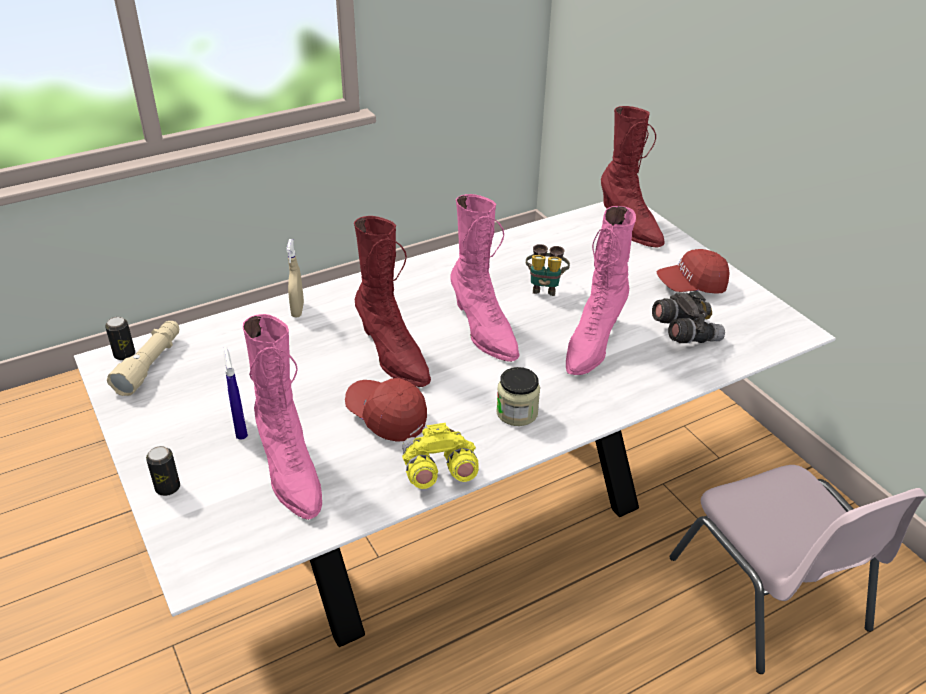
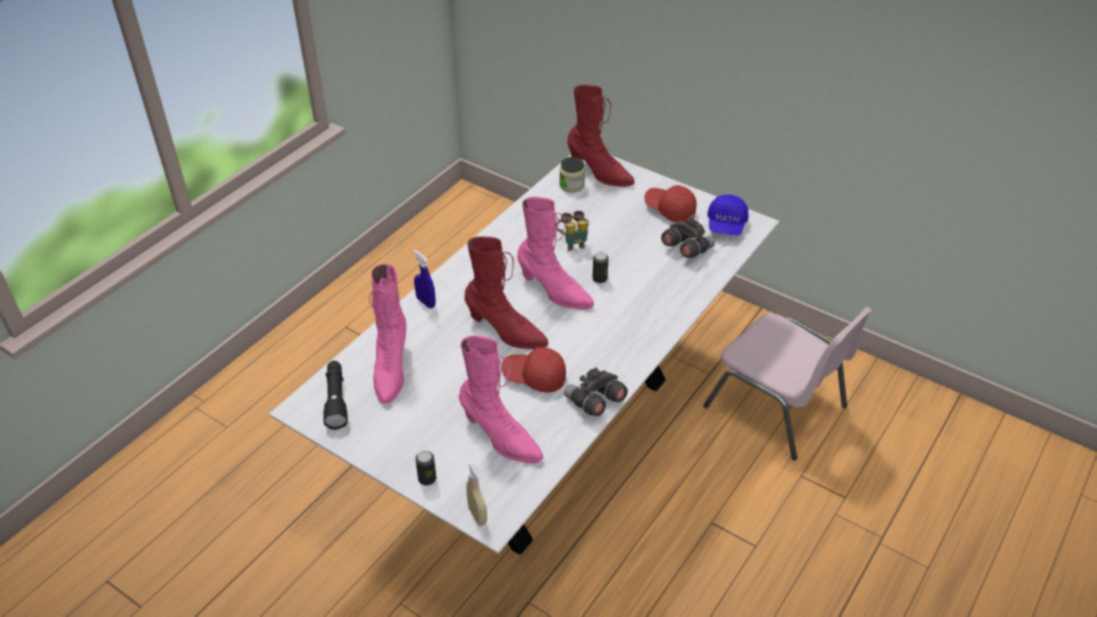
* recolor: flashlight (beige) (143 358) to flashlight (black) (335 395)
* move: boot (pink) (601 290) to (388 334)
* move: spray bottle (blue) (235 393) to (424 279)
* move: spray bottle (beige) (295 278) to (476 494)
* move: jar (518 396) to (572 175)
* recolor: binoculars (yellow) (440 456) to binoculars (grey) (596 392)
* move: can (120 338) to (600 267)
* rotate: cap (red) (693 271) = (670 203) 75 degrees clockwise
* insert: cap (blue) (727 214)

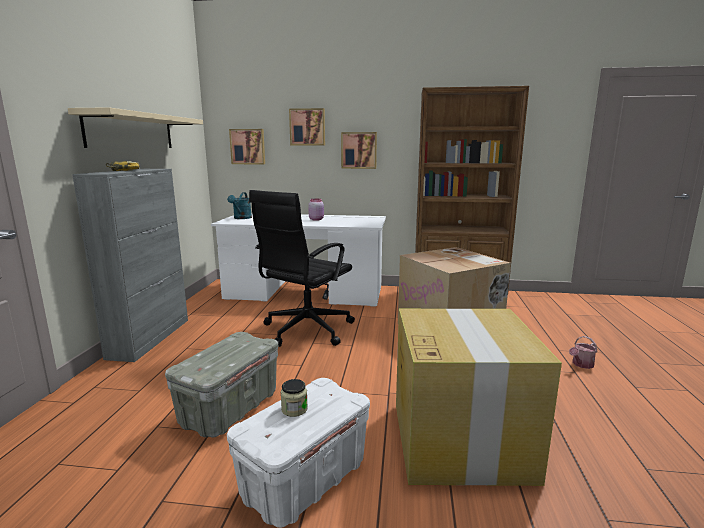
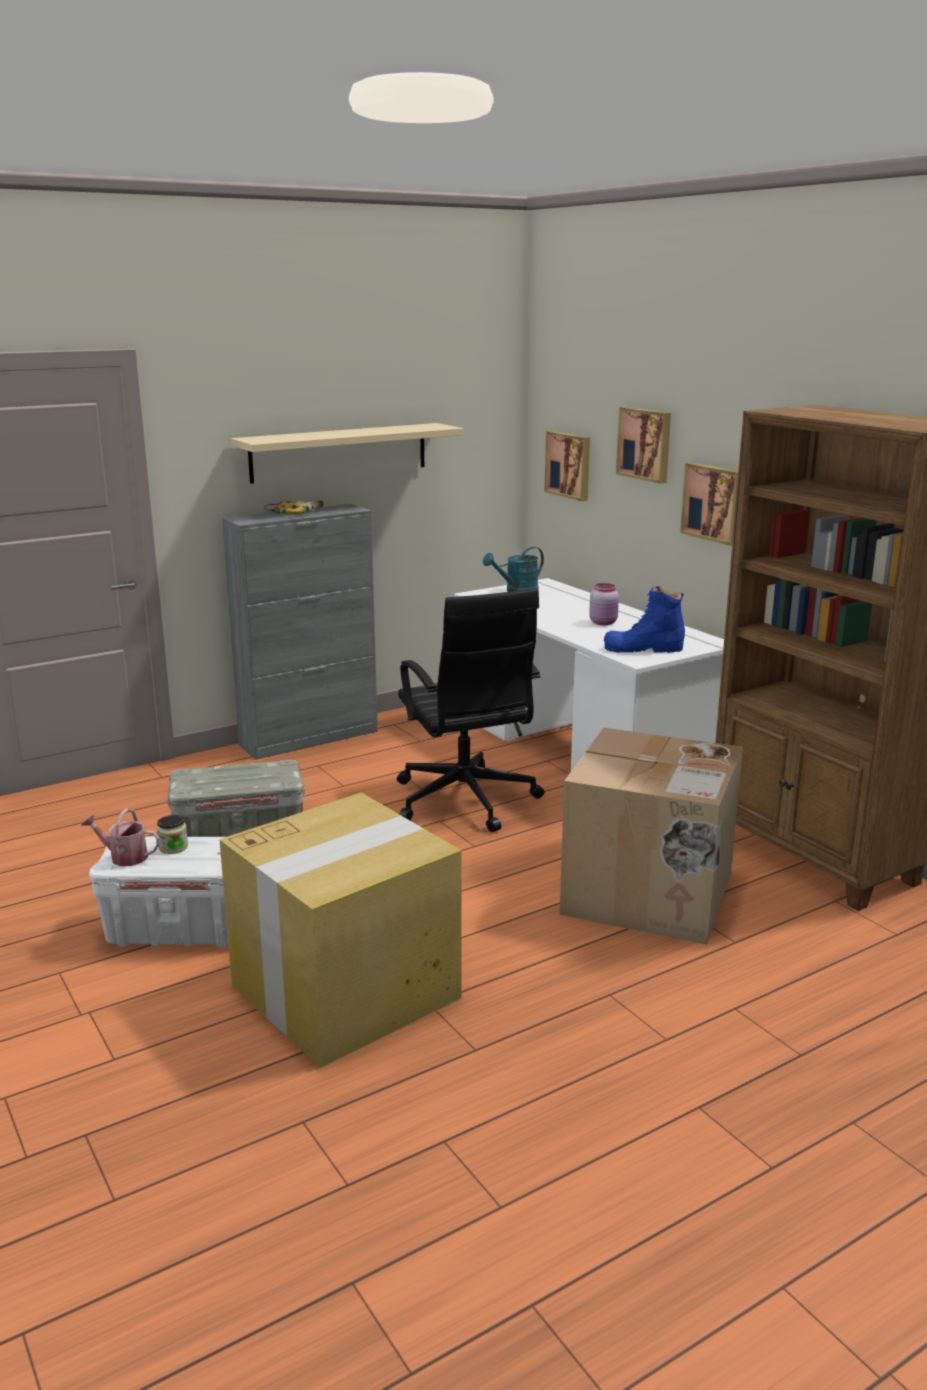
* move: watering can (583 352) to (120 837)
* rotate: office chair (black) (302 268) = (471 710) 105 degrees counterclockwise
* insert: boot (blue) (644 619)

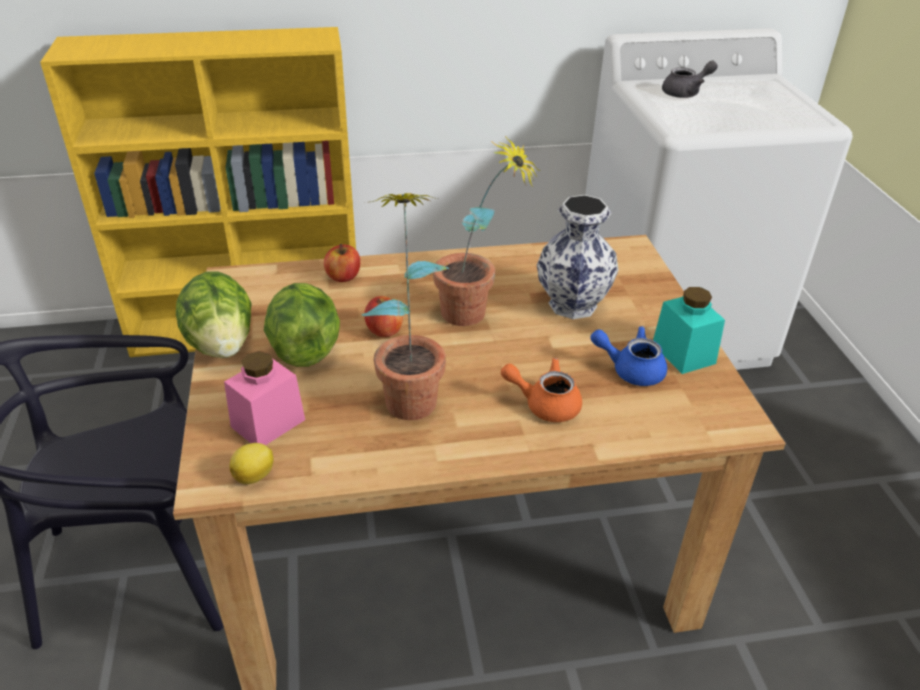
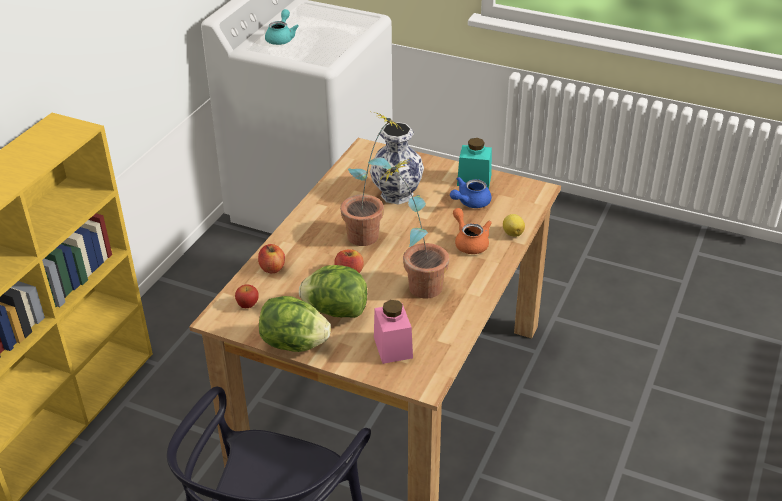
* insert: apple (247 296)
* recolor: teapot (grey) (690 79) to teapot (turquoise) (282 27)
* rotate: teapot (orange) (541 390) = (472 231) 105 degrees clockwise
* move: lemon (251 463) to (514 225)

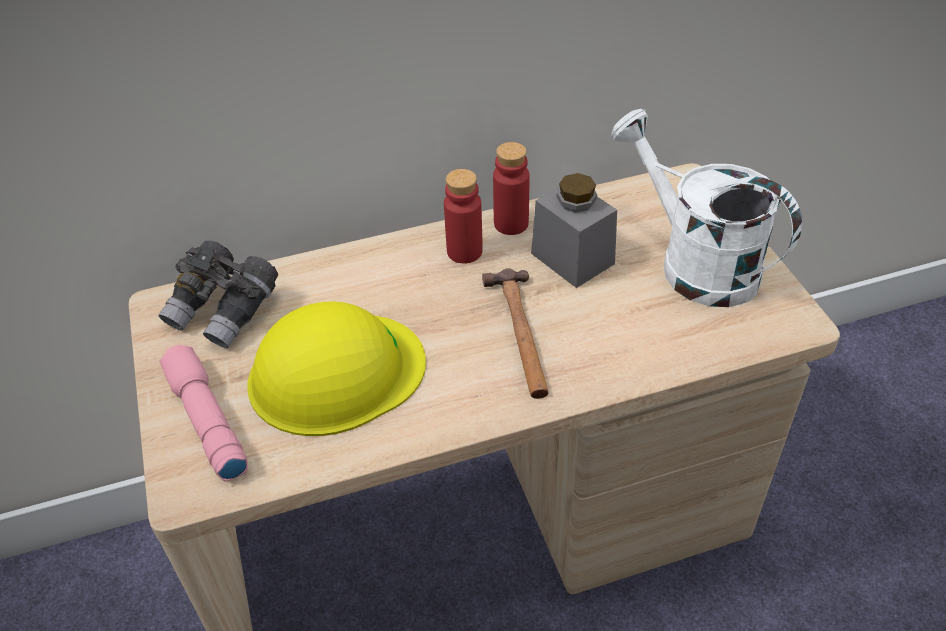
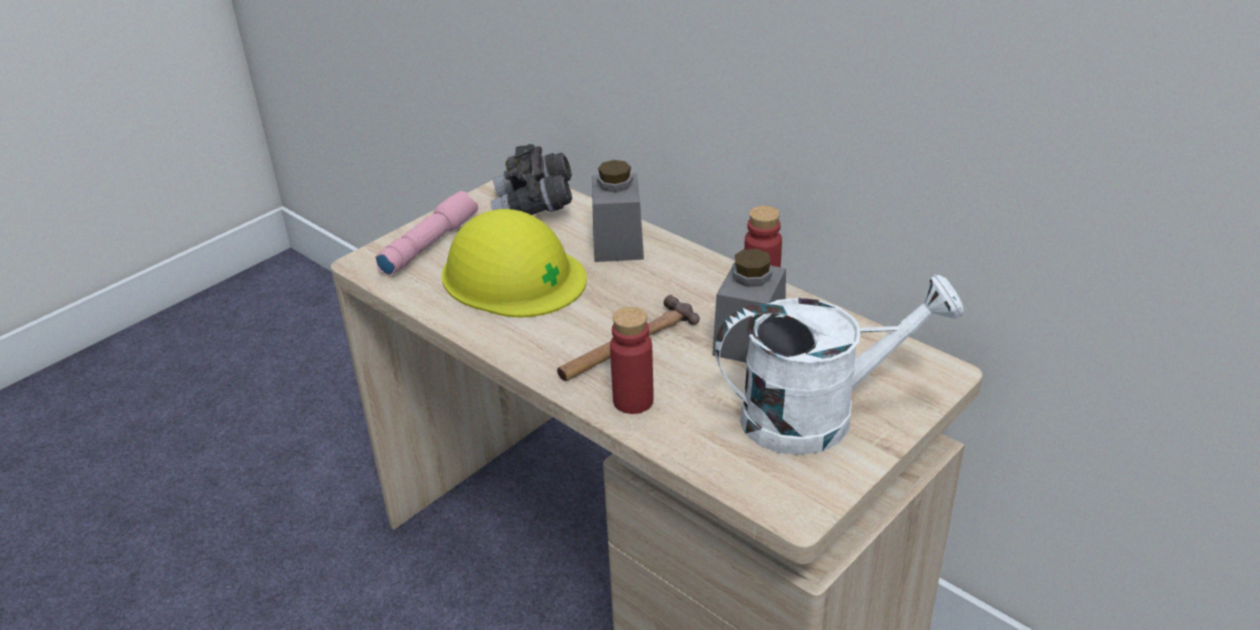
* insert: jar (grey) (618 211)
* move: bottle (red) (463 216) to (632 360)
* rotate: watering can (white) (706 208) = (839 365) 60 degrees clockwise

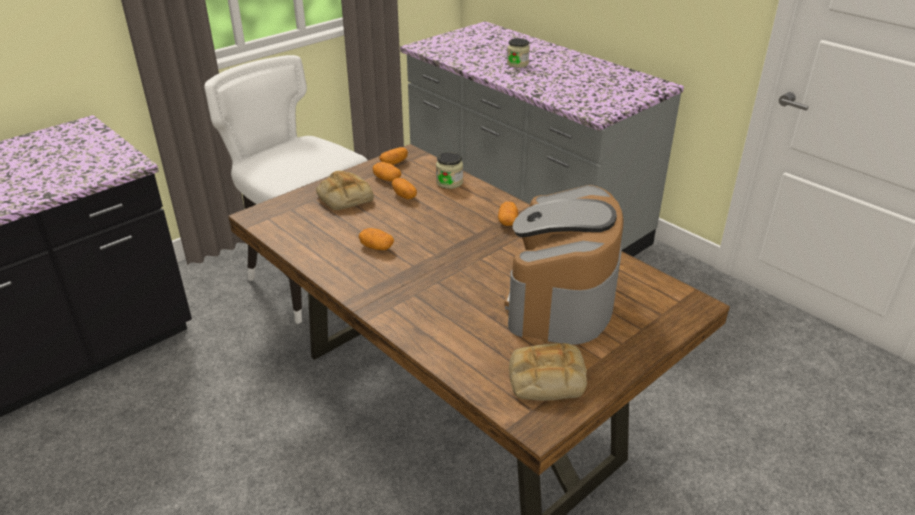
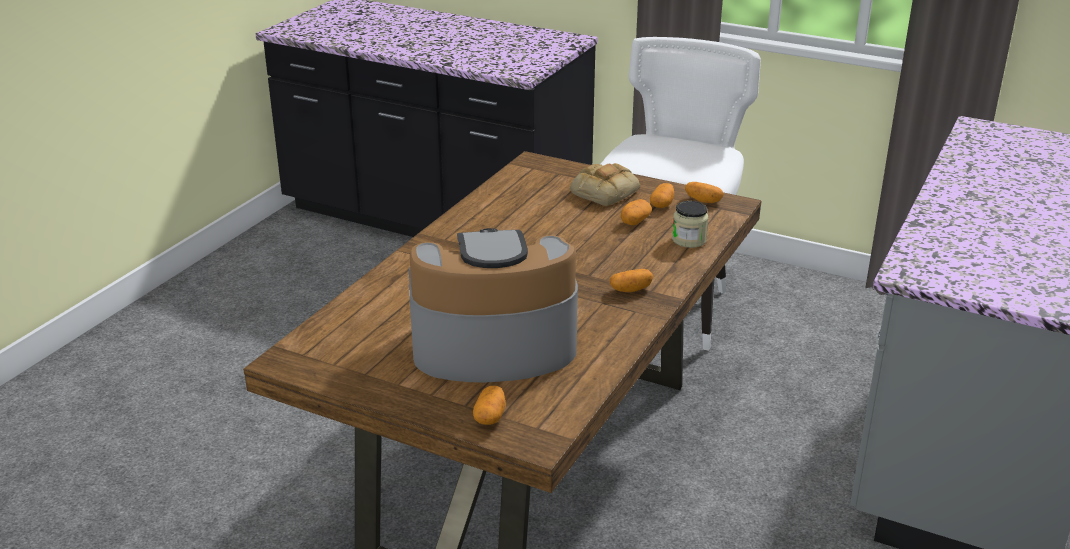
* move: potato (376 239) to (489 405)
* delete: jar (518 53)
* delete: bread (548 372)

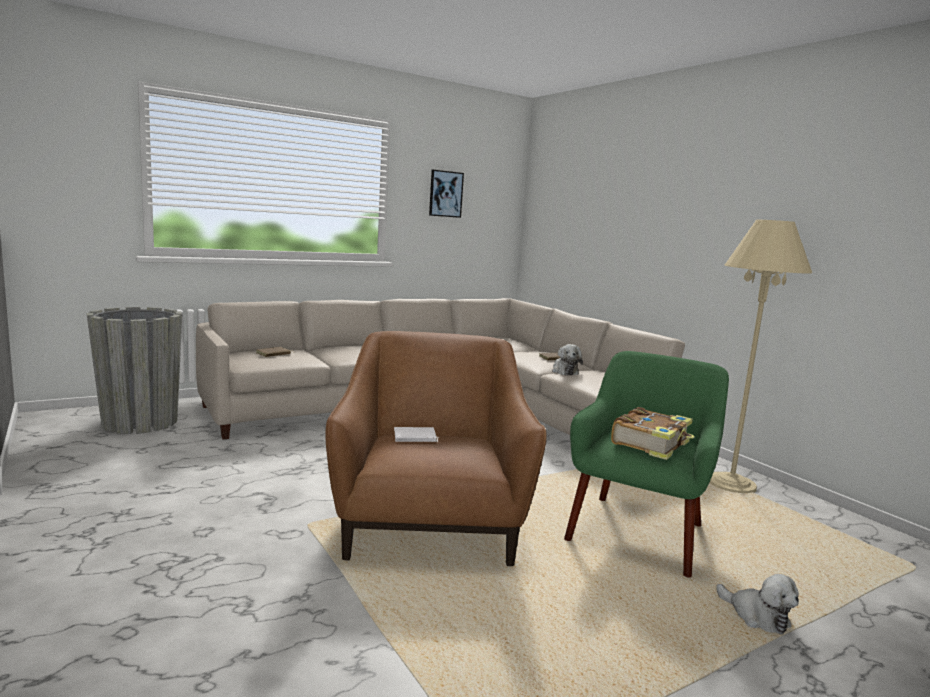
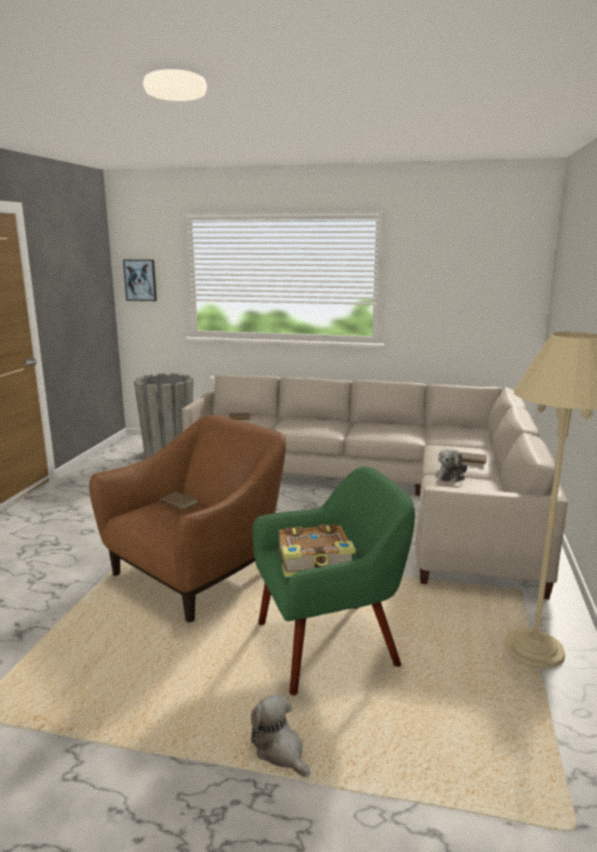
* move: picture (446 194) to (140 280)
* recolor: book (white) (416 434) to book (brown) (178 501)
* rotate: plush toy (757 604) = (280 735) 135 degrees clockwise

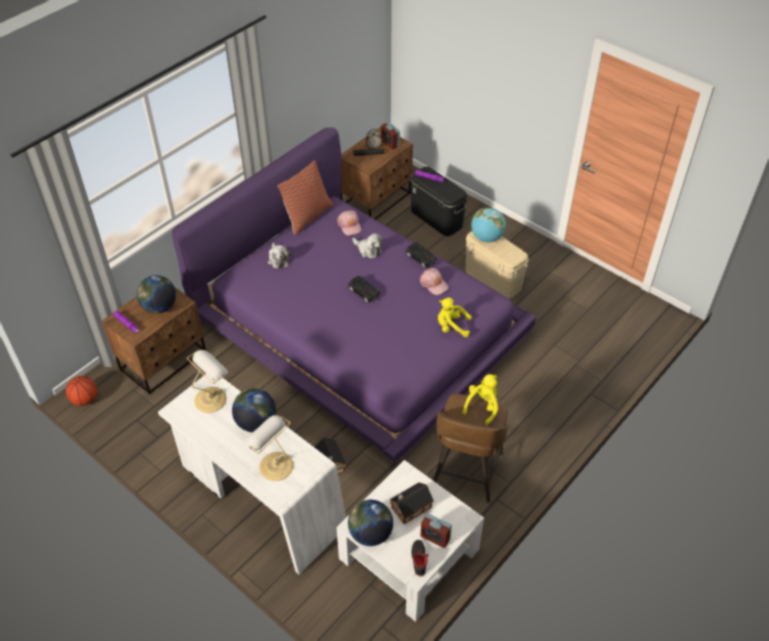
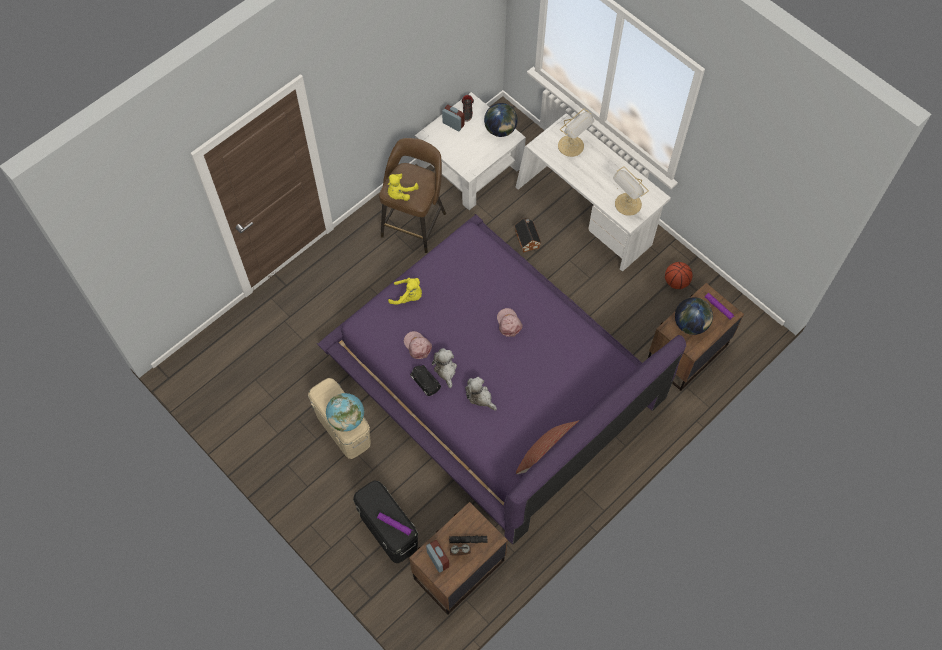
* move: plush toy (279 256) to (444 368)
* move: cap (pink) (349 222) to (510 322)
* move: basketball (81 391) to (679 275)
* delete: globe (254 410)
* delete: toy car (black) (364 289)
* delete: toy house (412 503)

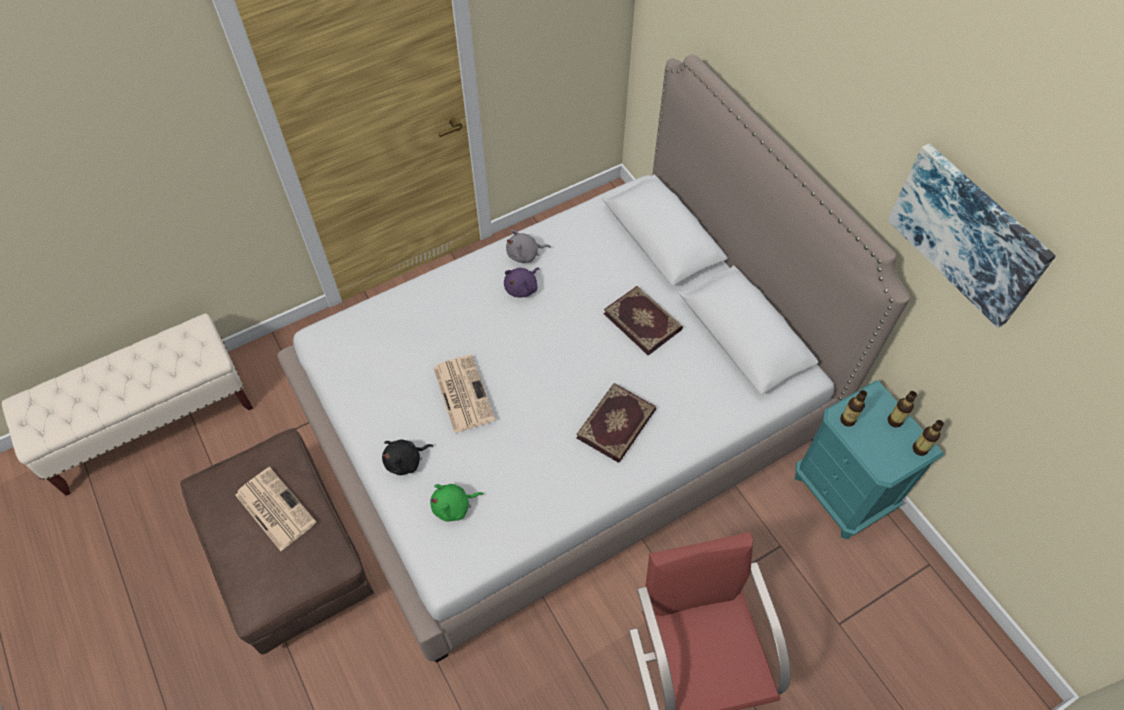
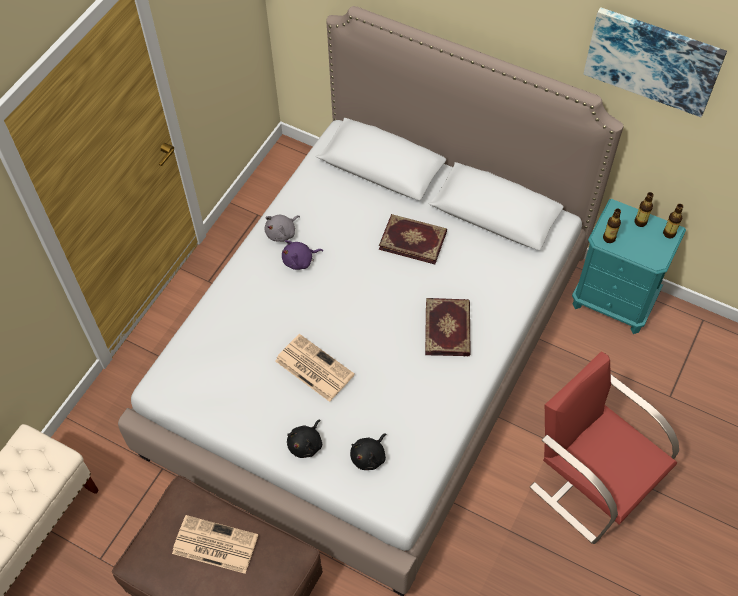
* rotate: plush toy (purple) (522 282) = (302 255) 60 degrees clockwise
* recolor: plush toy (green) (457 503) to plush toy (black) (368 452)

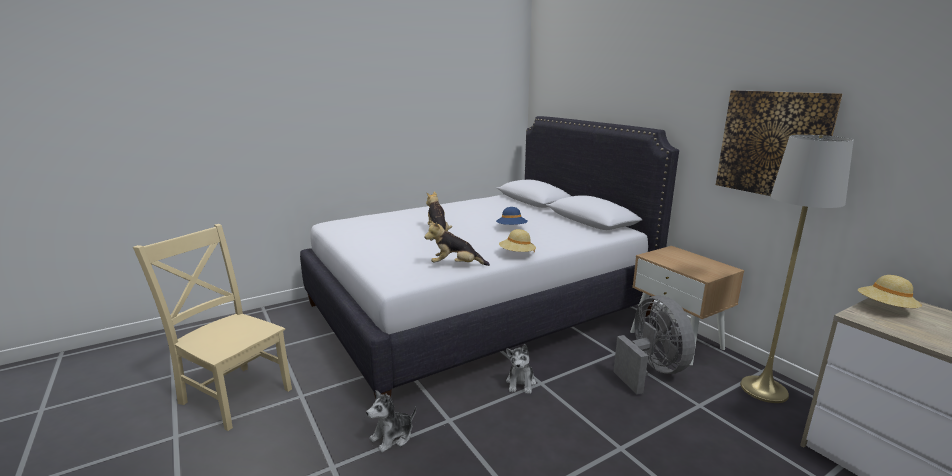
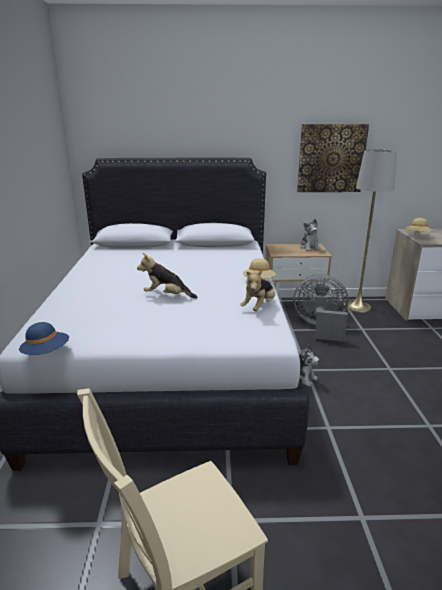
* move: hat (blue) (512 216) to (44 338)
* move: plush toy (391 421) to (310 235)

